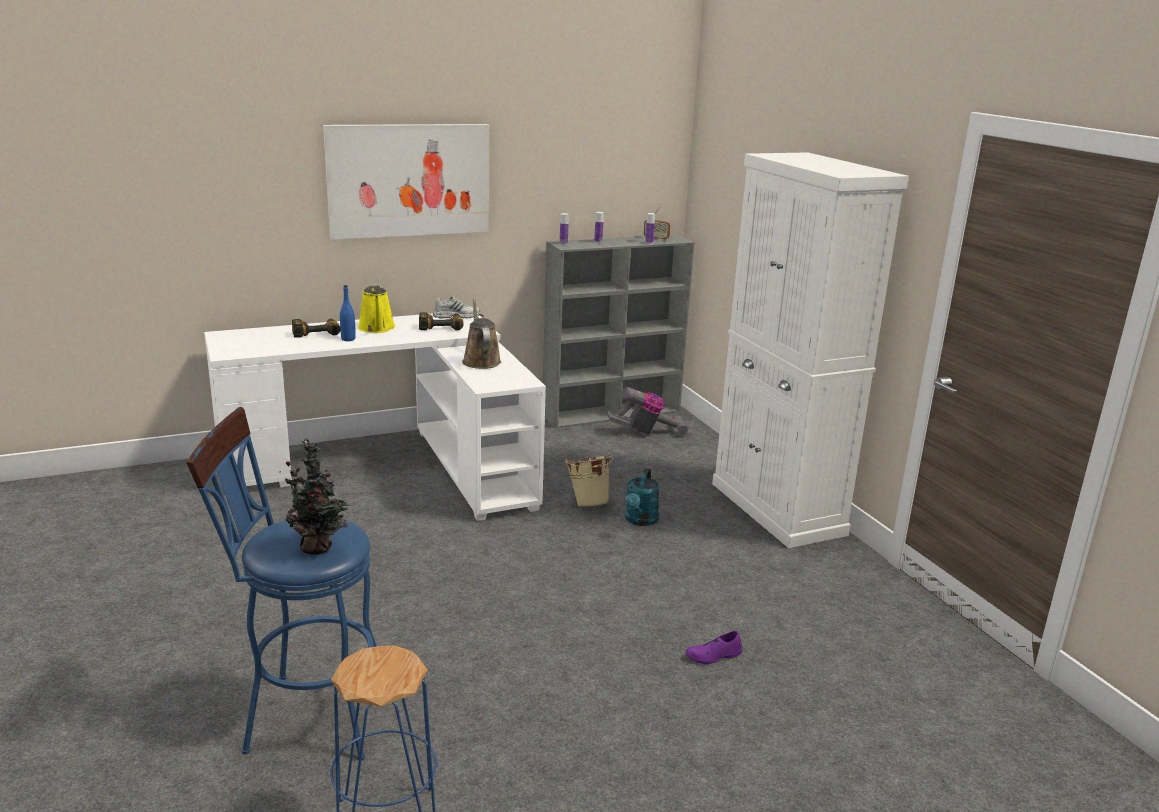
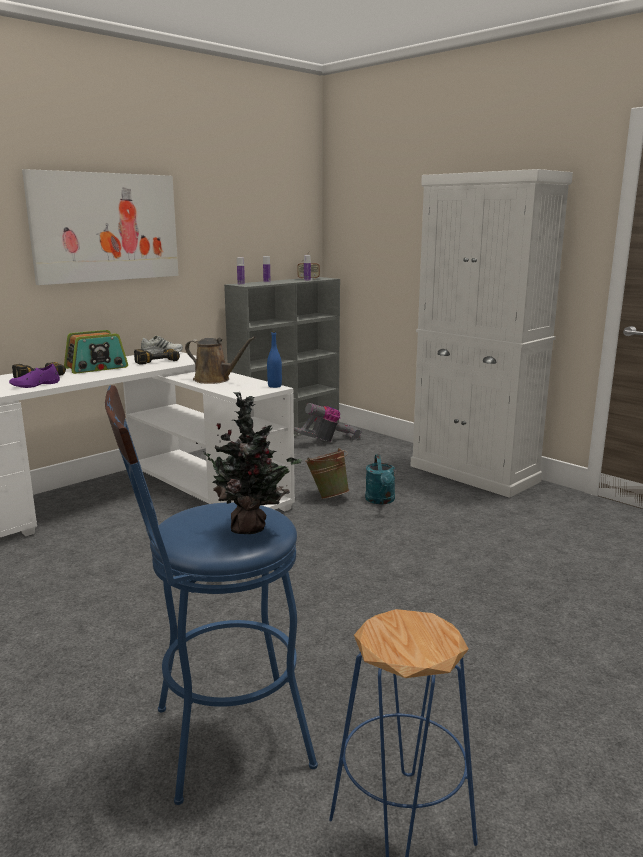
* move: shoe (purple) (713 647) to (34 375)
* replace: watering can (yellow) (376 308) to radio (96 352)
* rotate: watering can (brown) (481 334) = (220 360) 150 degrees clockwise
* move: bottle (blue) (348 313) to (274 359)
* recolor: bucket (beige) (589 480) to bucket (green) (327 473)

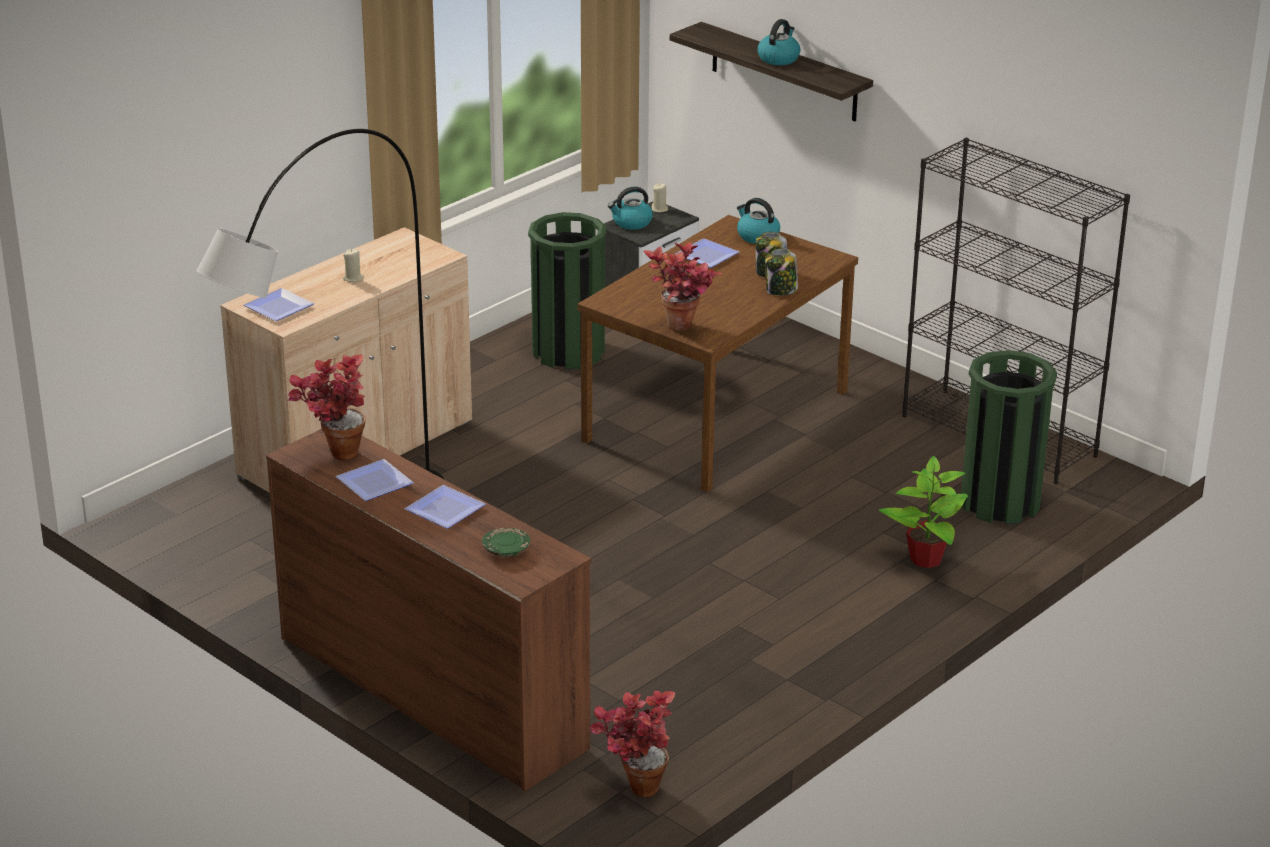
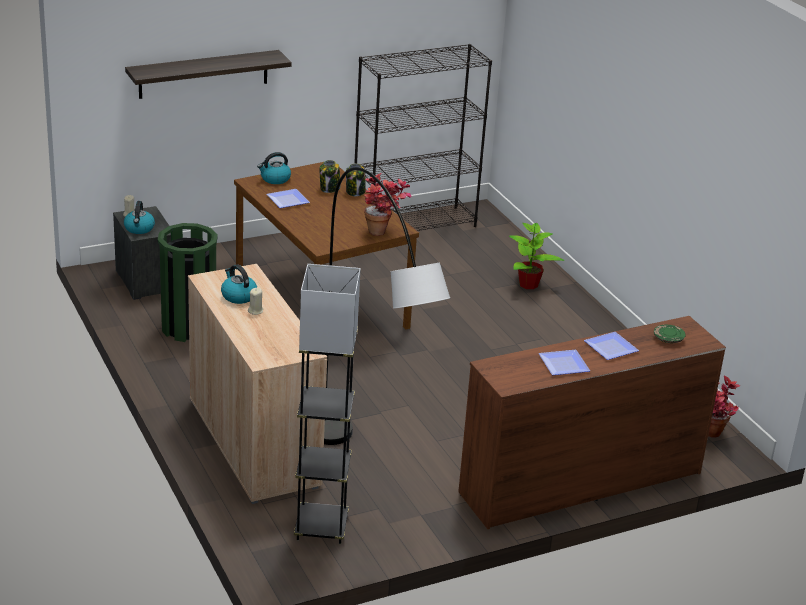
* move: kettle (778 42) to (239 284)
* insert: floor lamp (grey) (327 404)
* delete: plate (279 304)
* delete: potted plant (327 407)
* delete: trash can (green) (1009 437)

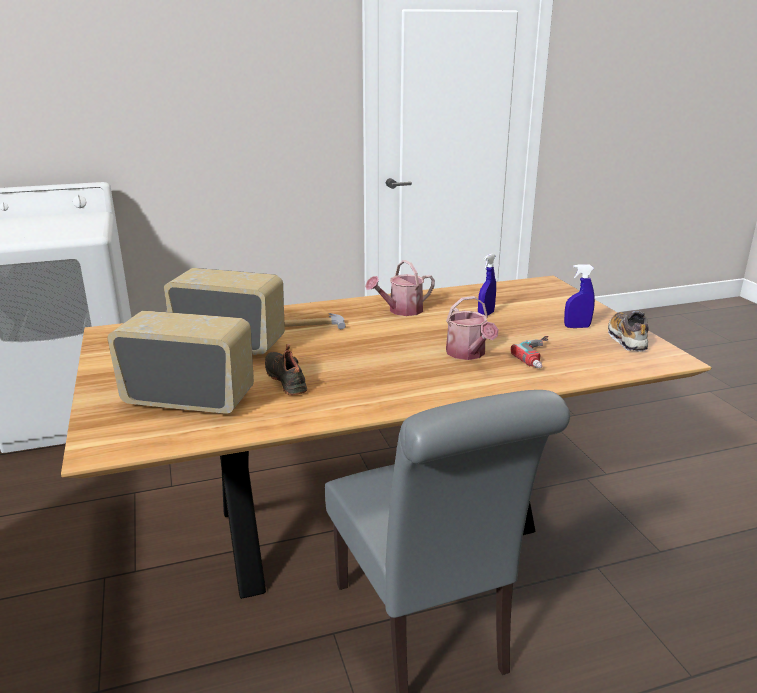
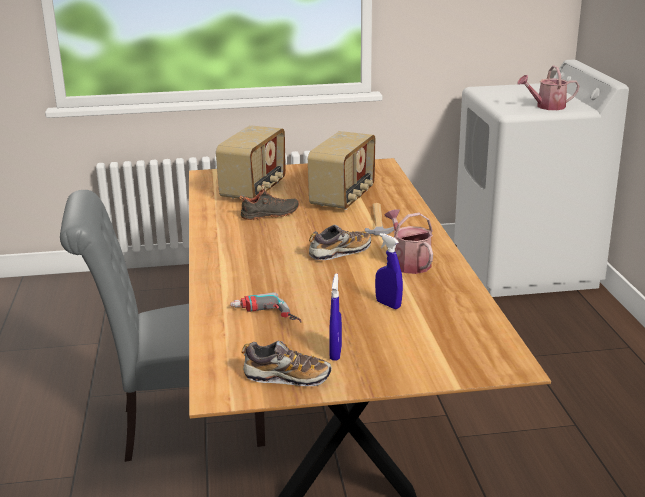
* insert: shoe (340 242)
* move: watering can (472 328) to (548 87)

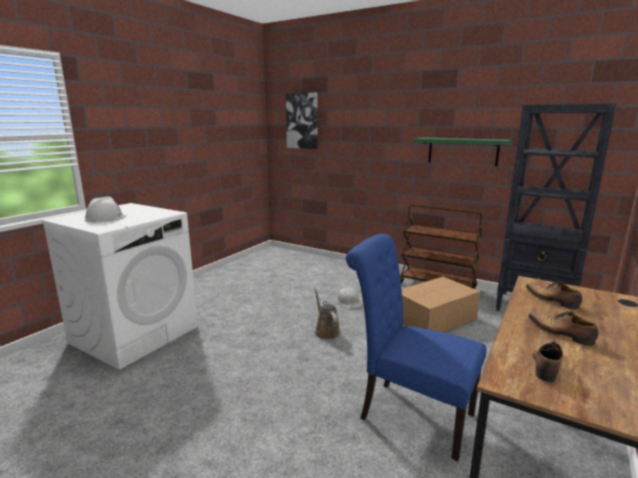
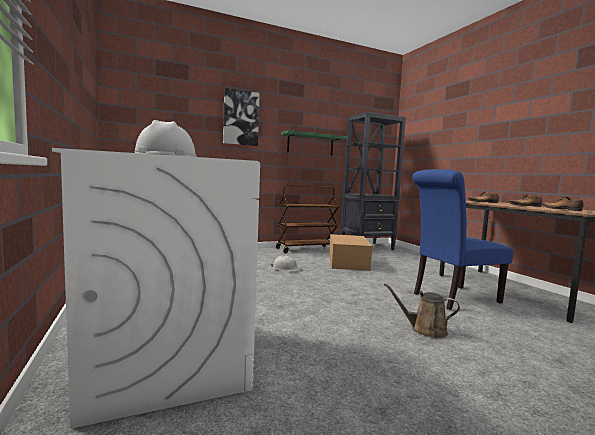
* move: picture (302 121) to (241 117)
* move: watering can (brown) (327 313) to (422 310)

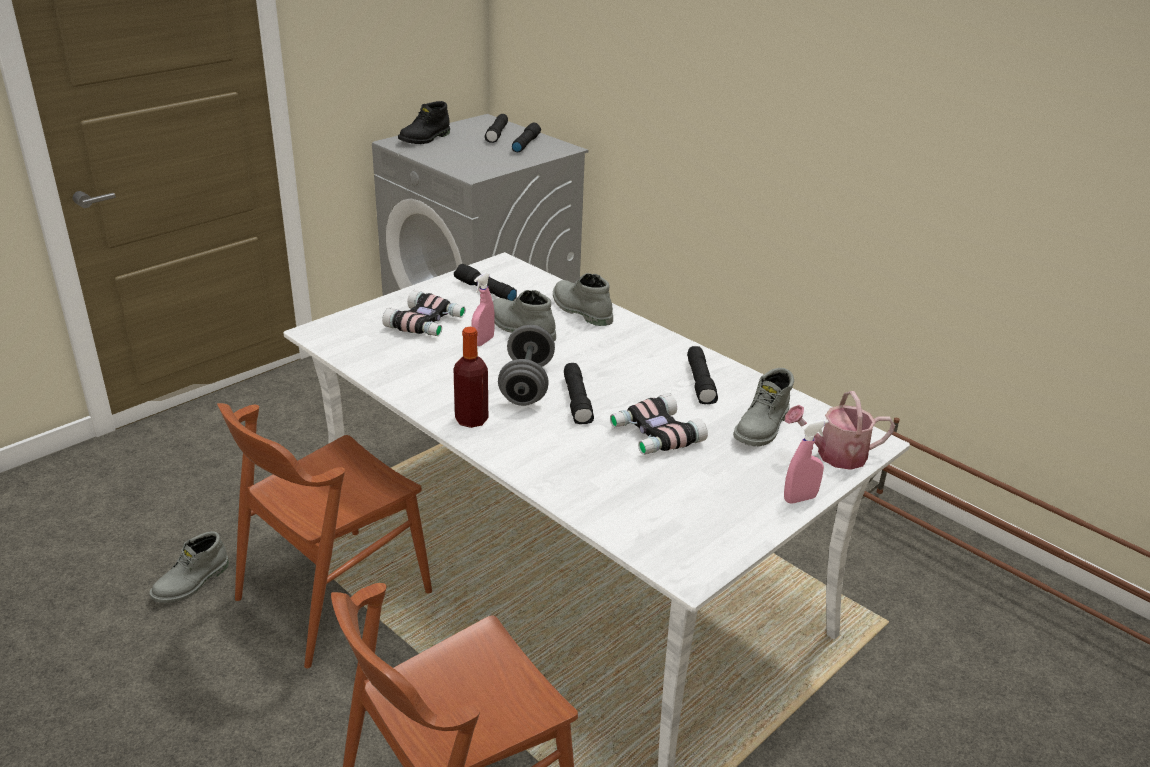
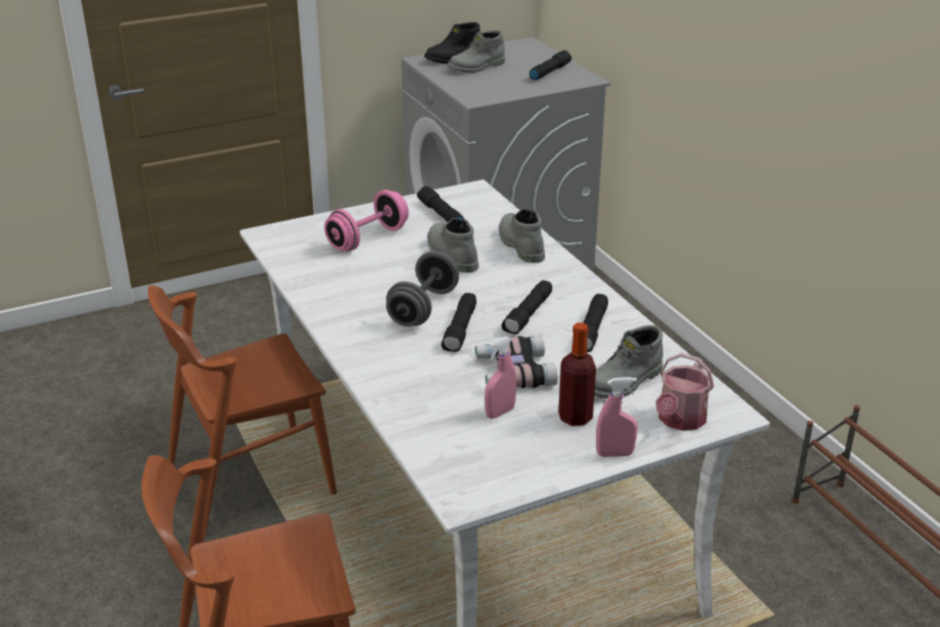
* replace: binoculars (424 313) to dumbbell (pink) (366 220)
* move: boot (grey) (189 567) to (476 51)
* move: spray bottle (pink) (483 309) to (501 378)
* move: flashlight (black) (496 128) to (527 307)
* move: bottle (470 377) to (577 374)
* rotate: watering can (840 430) = (685 392) 75 degrees counterclockwise

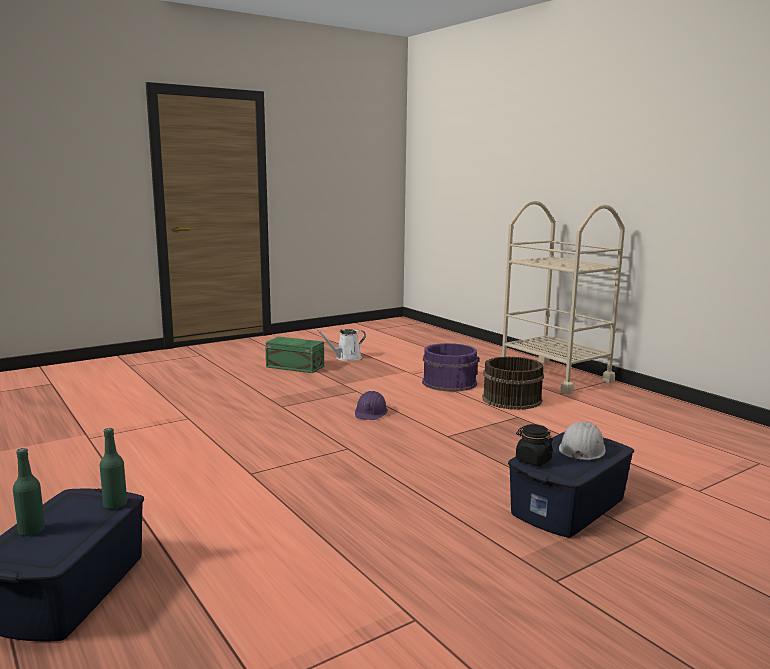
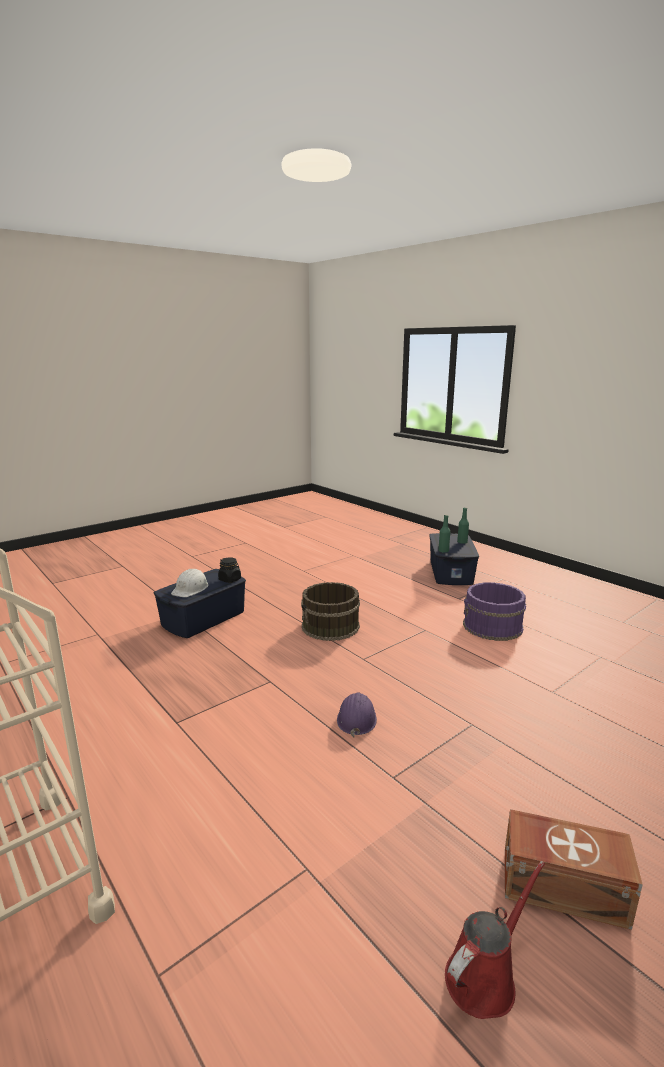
* move: bucket (brown) (513 383) to (330 611)
* recolor: watering can (white) (341 345) to watering can (red) (495 940)
* move: bucket (purple) (450 367) to (494 611)
* recolor: storage box (green) (294 355) to storage box (brown) (574 869)

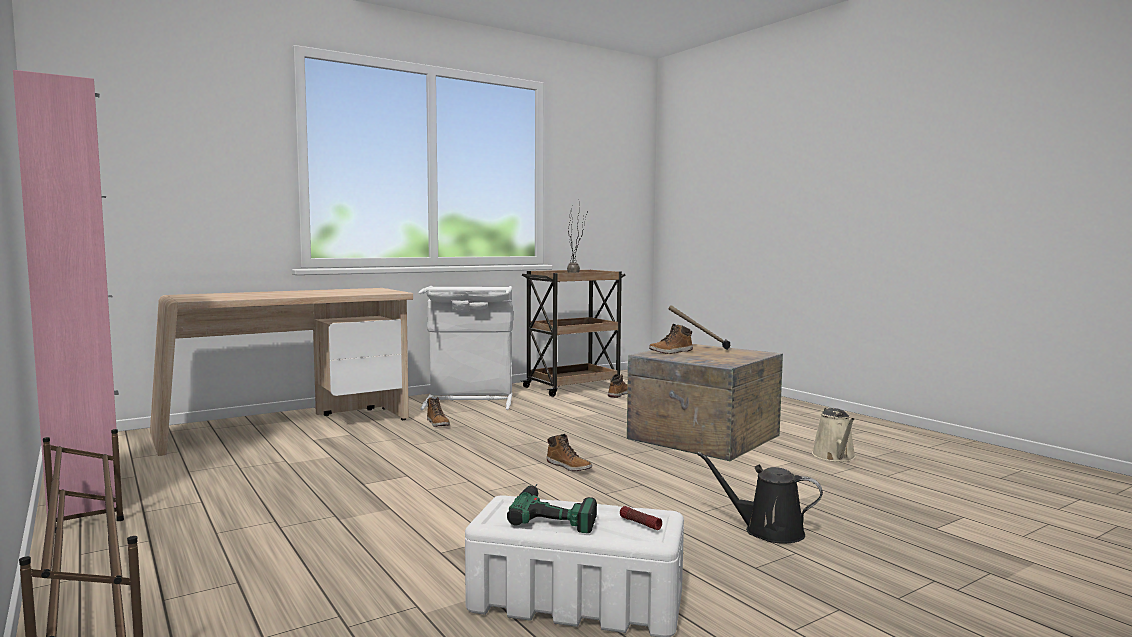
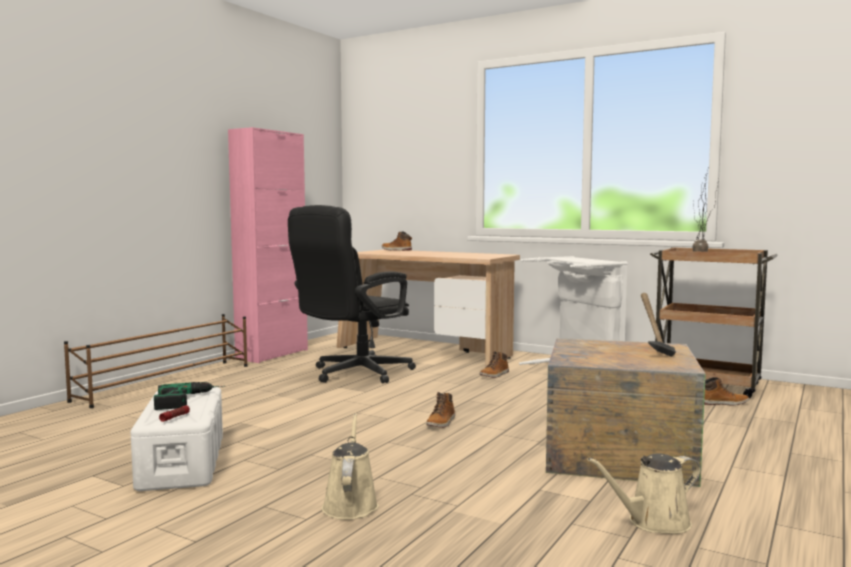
* insert: office chair (black) (352 294)
* recolor: watering can (black) (760 498) to watering can (beige) (350 466)
* move: boot (671 339) to (397 241)

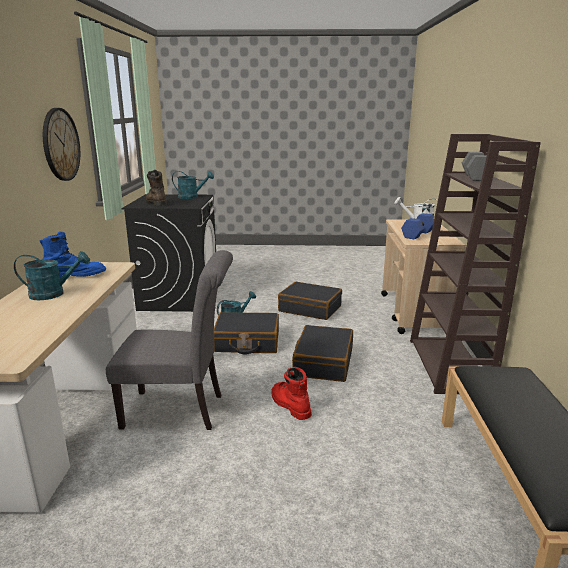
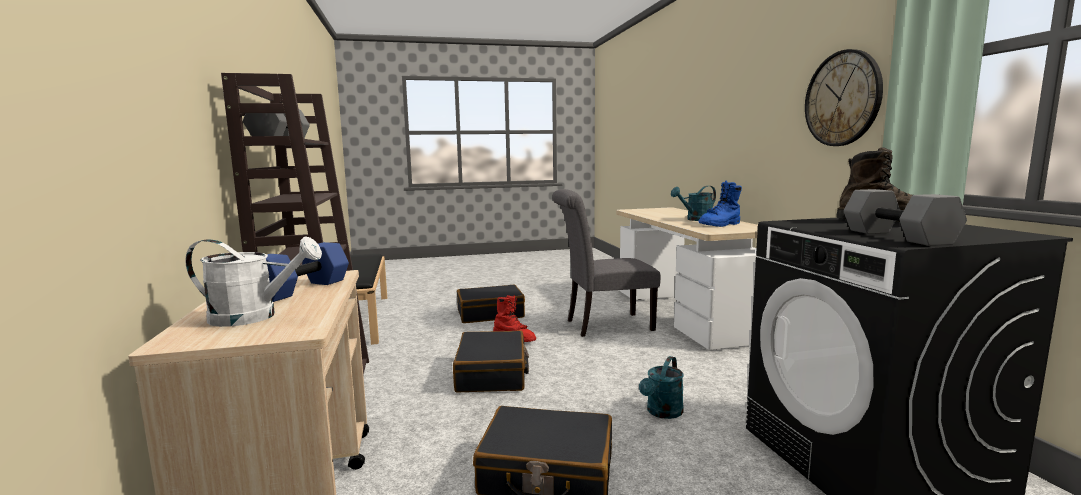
* move: suitcase (black) (246 333) to (491 303)
* replace: watering can (turquoise) (193 185) to dumbbell (grey) (905 217)

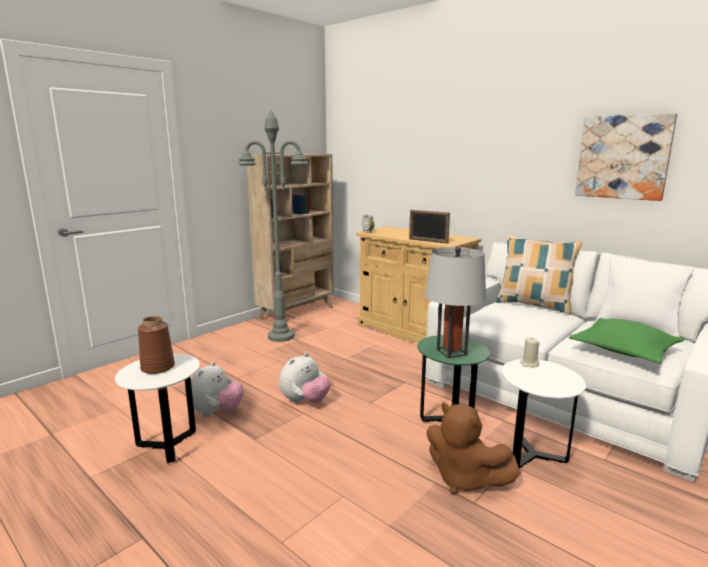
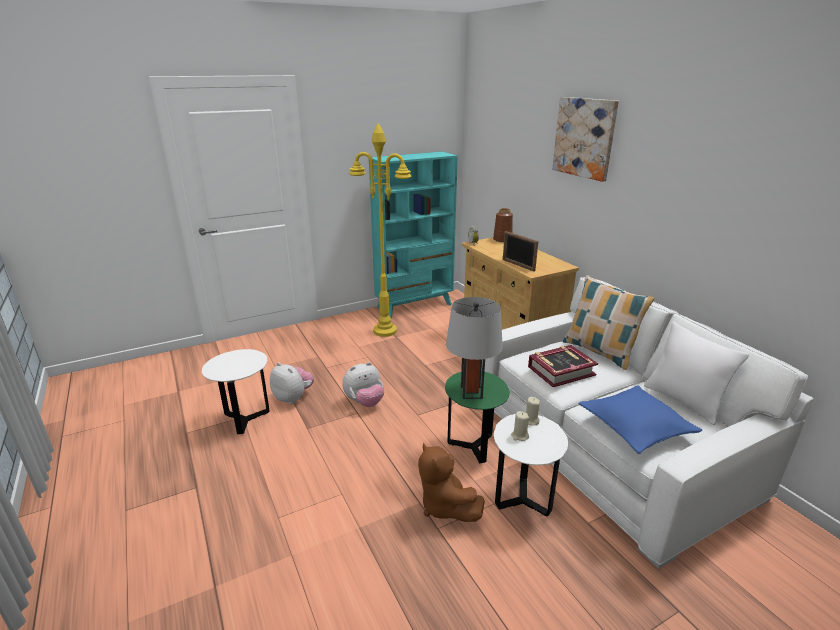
* rotate: plush toy (217 389) = (292 383) 90 degrees counterclockwise
* recolor: floor lamp (grey) (273 226) to floor lamp (yellow) (380 230)
* recolor: bookcase (beige) (290 236) to bookcase (turquoise) (413 234)
* move: vase (brown) (156 345) to (503 225)
* insert: candle (beige) (520 426)
* insert: book (563 366)
* move: picture (626 157) to (585 139)
* recolor: pillow (green) (627 341) to pillow (blue) (640 419)

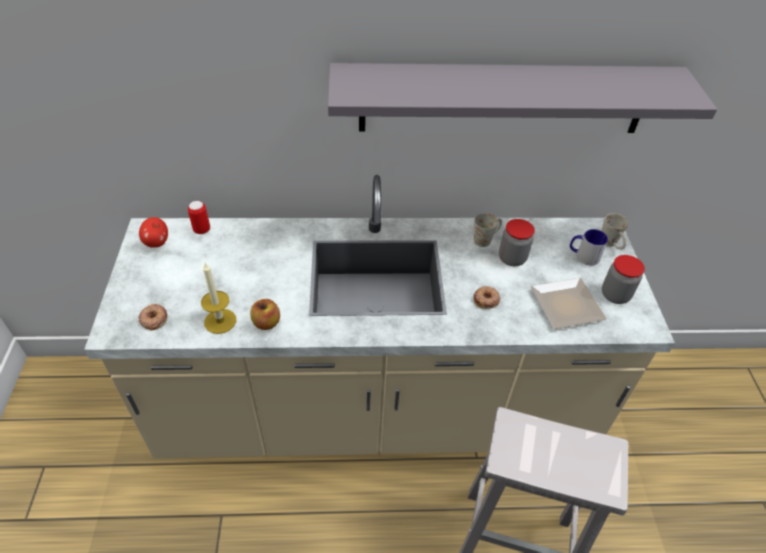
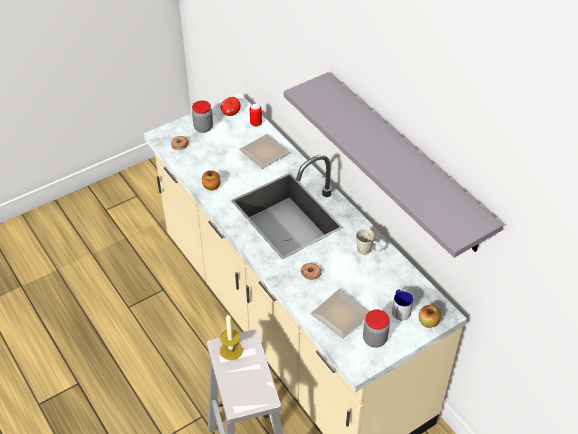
* move: jar (517 242) to (202 117)
* move: candle (218 298) to (231 337)
* insert: plate (264 151)
* replace: mug (white) (615 231) to apple (430 316)

